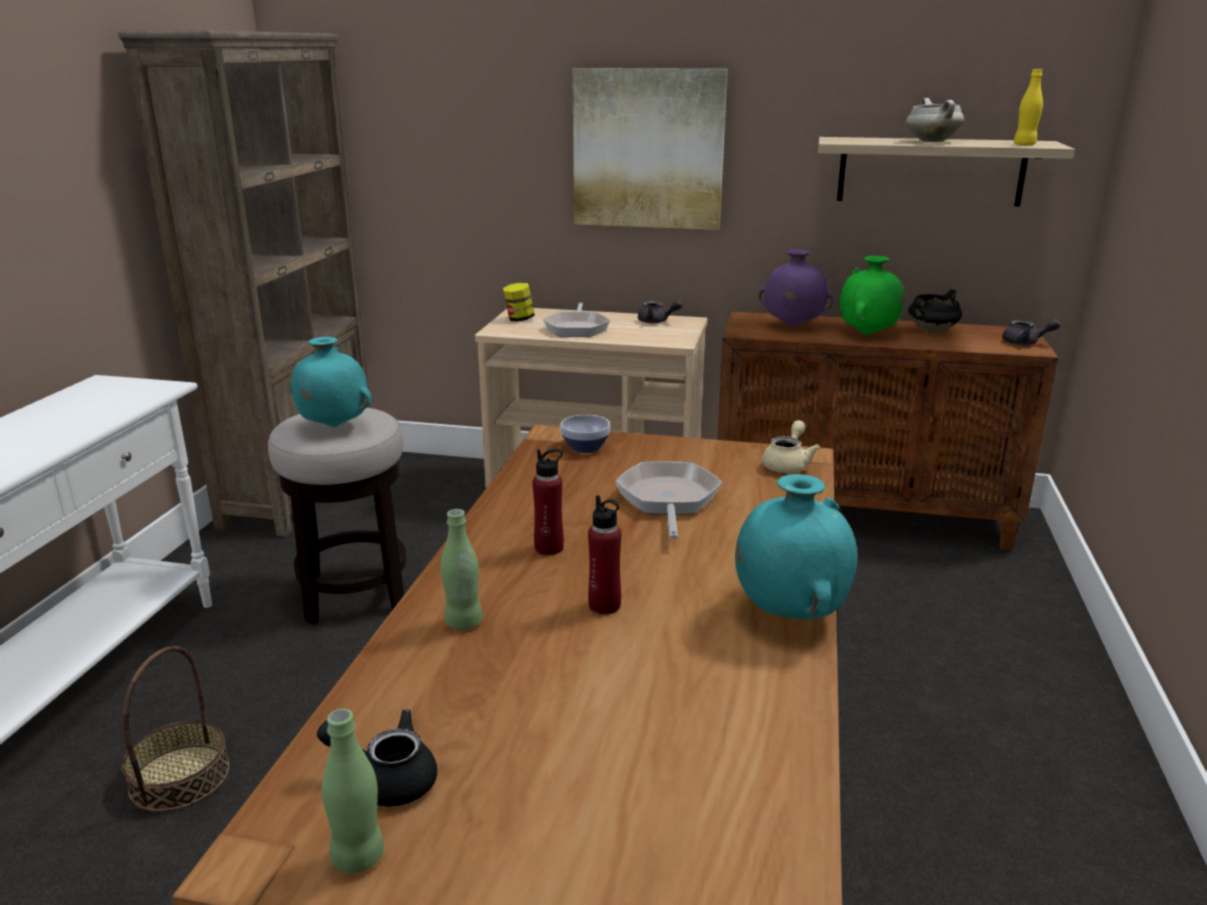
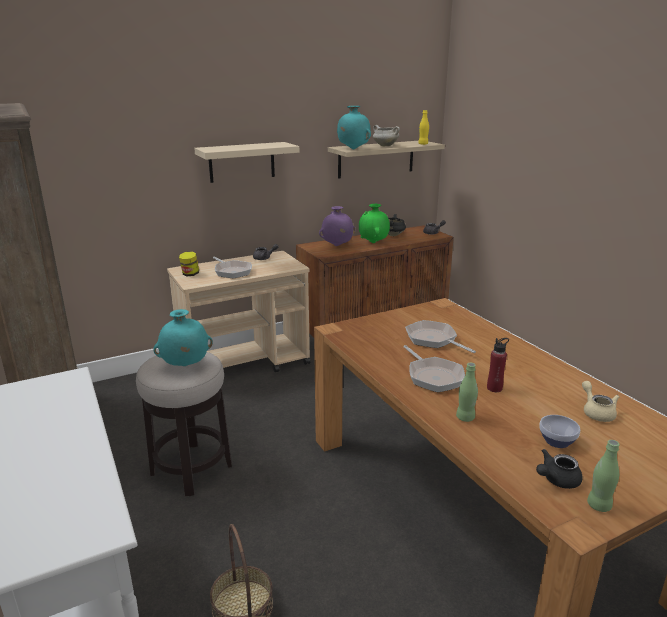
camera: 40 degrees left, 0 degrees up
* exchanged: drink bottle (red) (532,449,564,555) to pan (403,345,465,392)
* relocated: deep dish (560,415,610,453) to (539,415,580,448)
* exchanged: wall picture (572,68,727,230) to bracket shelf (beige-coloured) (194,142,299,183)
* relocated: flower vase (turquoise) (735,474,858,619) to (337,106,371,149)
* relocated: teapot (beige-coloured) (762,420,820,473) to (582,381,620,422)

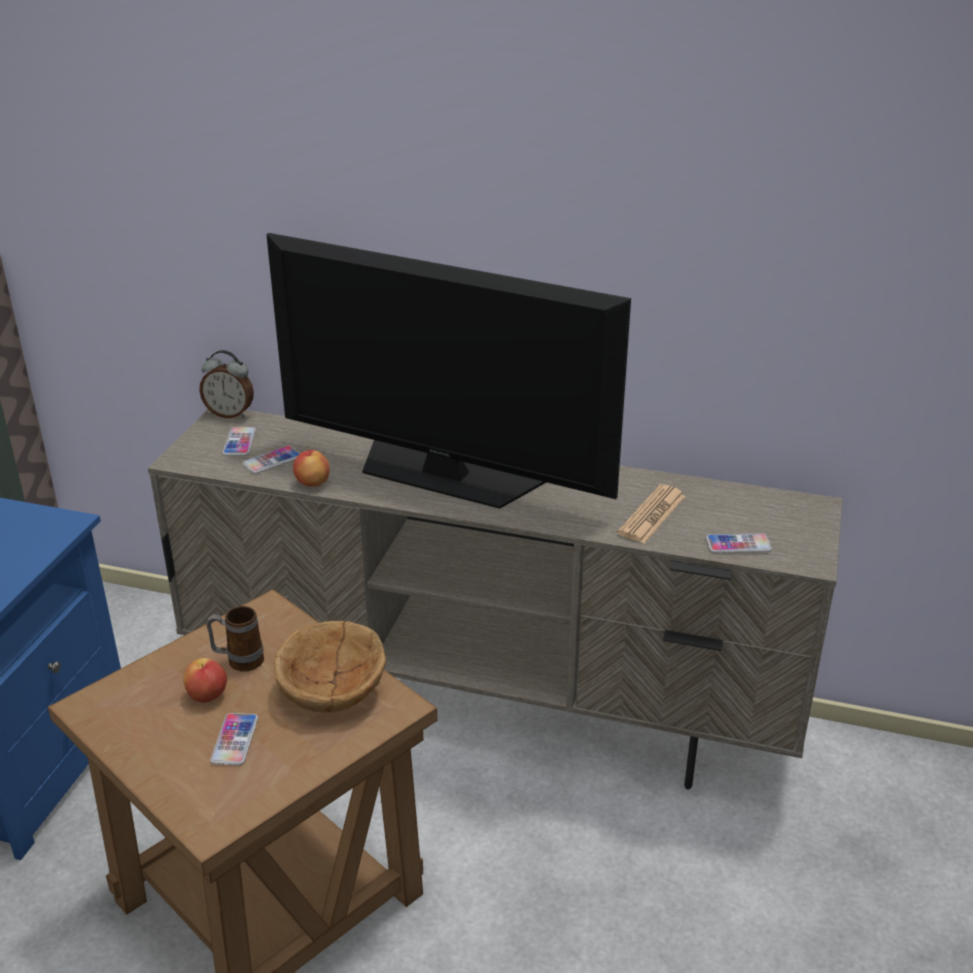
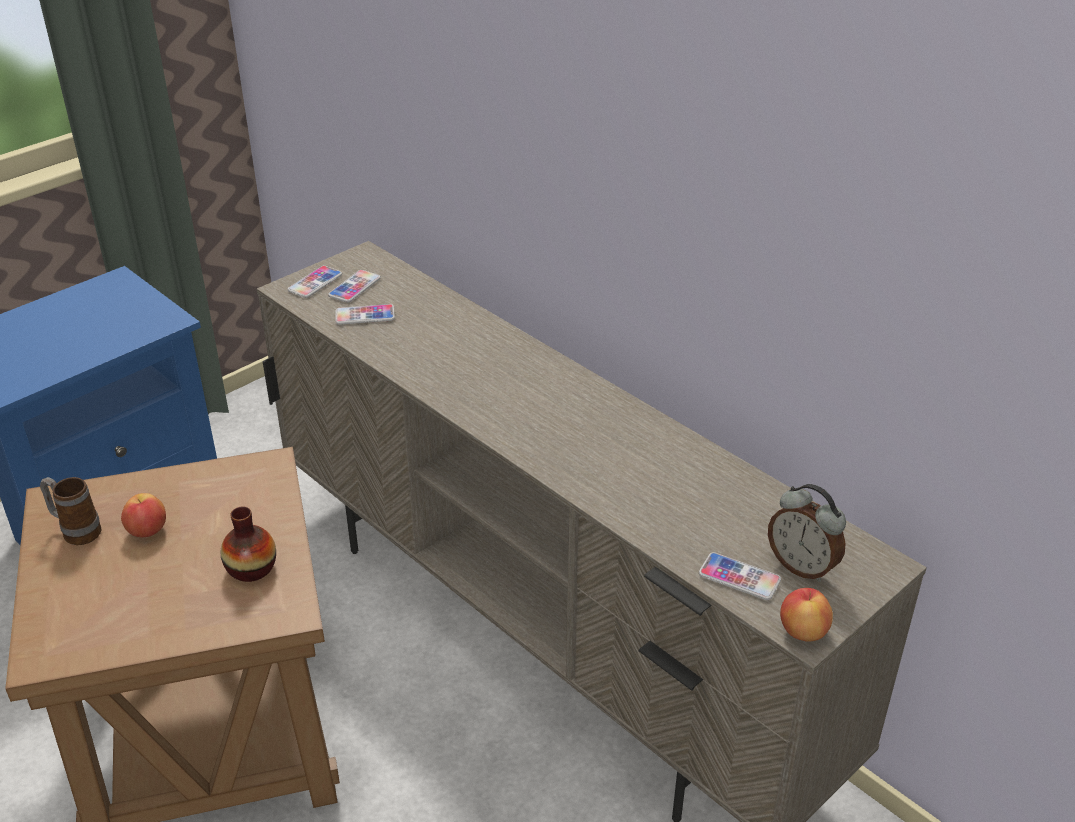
camera: 30 degrees right, 5 degrees up
* relocated: bedside clock (199,350,254,418) to (768,484,846,582)
* relocated: tea mug (206,606,264,672) to (40,477,102,545)
* relocated: handset (210,713,258,765) to (287,266,342,298)
* missing: TV (266,233,631,509)
* exchanged: deep dish (brown) (274,621,386,713) to flower vase (220,507,276,582)
* relocated: apple (293,450,330,487) to (780,588,833,642)
* missing: daily paper (617,485,686,544)

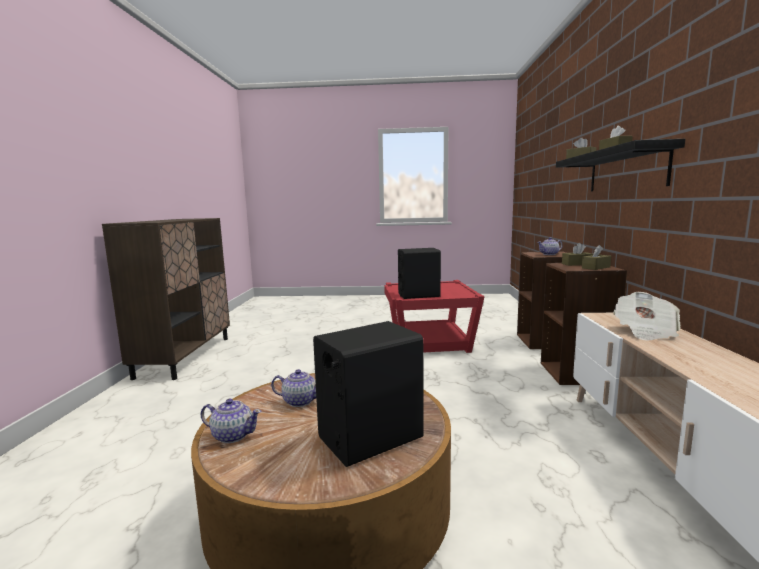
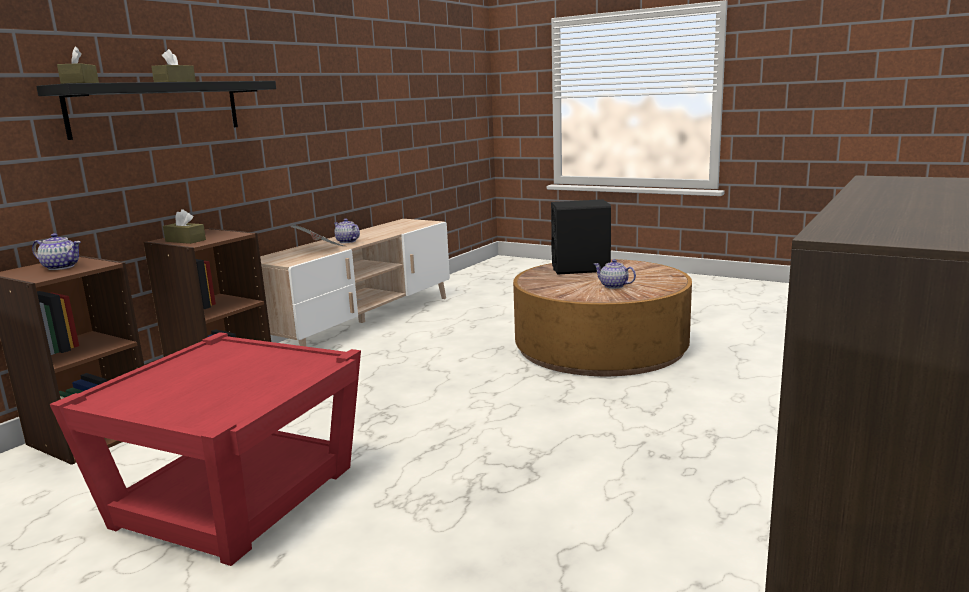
camera: 150 degrees left, 5 degrees up
* relocated: teapot (201,399,261,443) to (334,219,360,243)
* missing: audio speaker (blackish) (398,248,441,299)
* missing: tissue box (brown) (582,245,611,270)

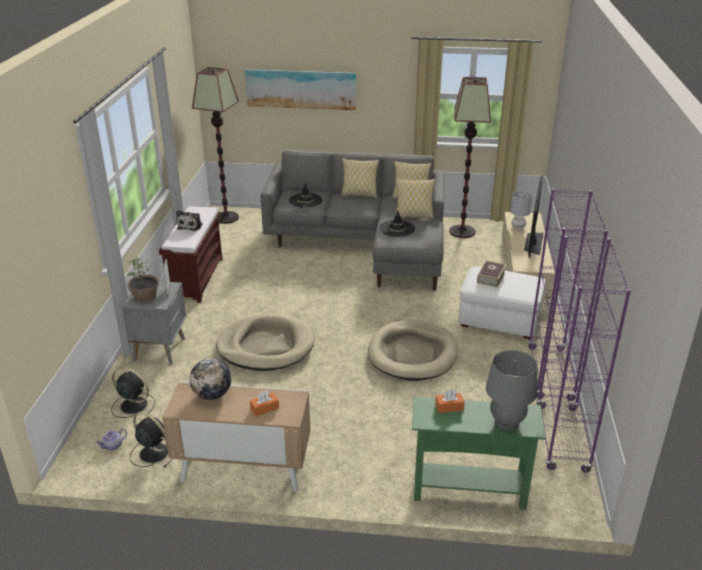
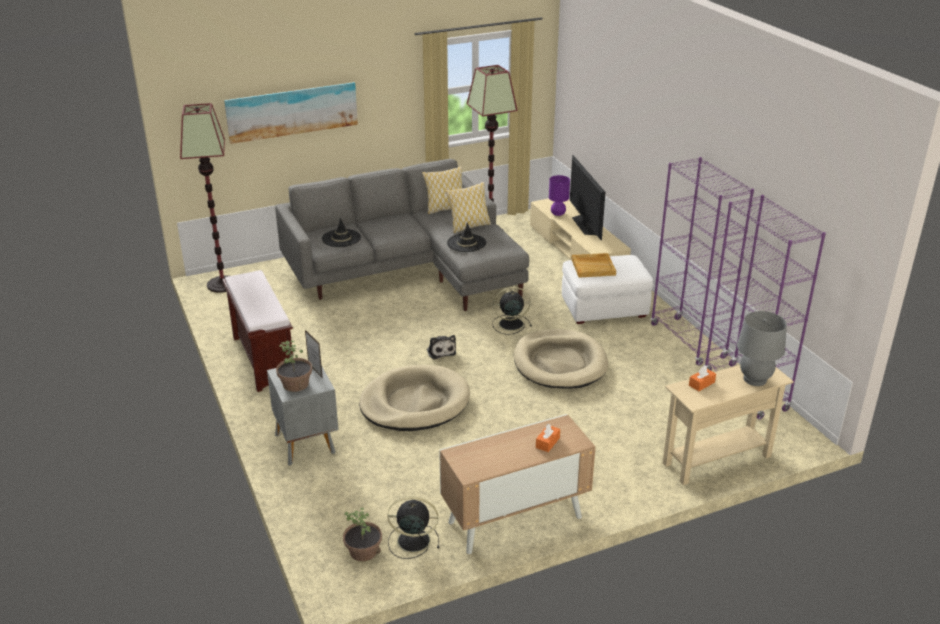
camera: 30 degrees left, 0 degrees up
* exchanged: teapot (96,429,127,450) to houseplant (343,508,382,561)
* relocated: electric fan (blackish) (111,367,155,418) to (492,287,532,335)
* relocated: soft toy (176,210,202,231) to (427,335,456,359)
* missing: world globe (190,358,231,400)
* missing: throw pillow (341,158,379,198)
* colour: narrow table (greenish) (412,397,546,510) to narrow table (beige-coloured) (663,365,794,485)
* exchanged: volume (477,260,506,288) to serving tray (beige-coloured) (571,253,616,278)
* colour: tabletop lamp (greyish) (510,191,532,229) to tabletop lamp (purplish) (549,175,570,216)

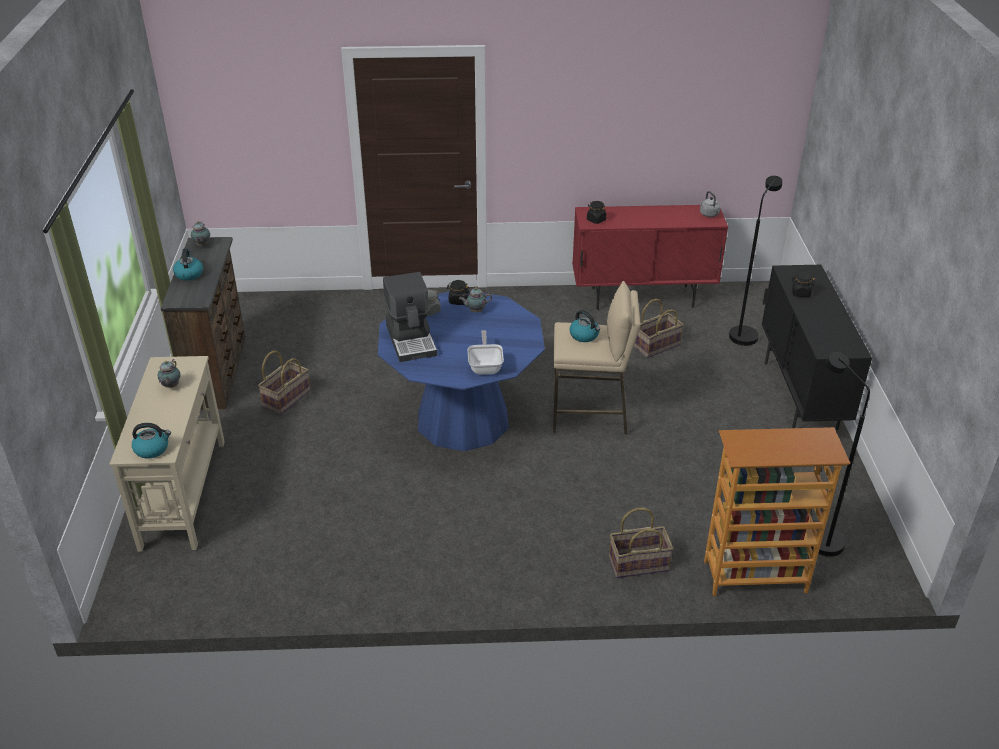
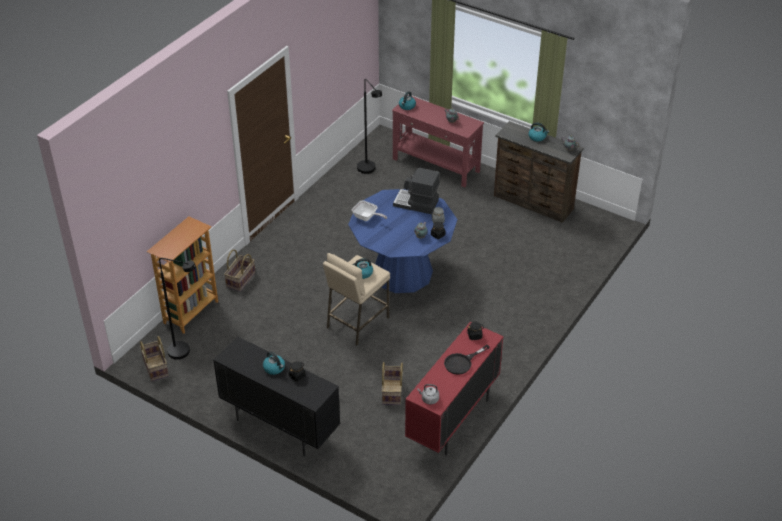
camera: 125 degrees right, 5 degrees up
* colour: narrow table (beige-coloured) (109,356,225,552) to narrow table (red) (392,95,484,187)
* relocated: household basket (258,351,310,415) to (140,336,169,381)
* relocated: standing lamp (blackish) (729,176,782,346) to (357,79,382,174)
* appeared: tea kettle (263,351,285,375)
* appeared: pan (blackish) (444,345,490,375)

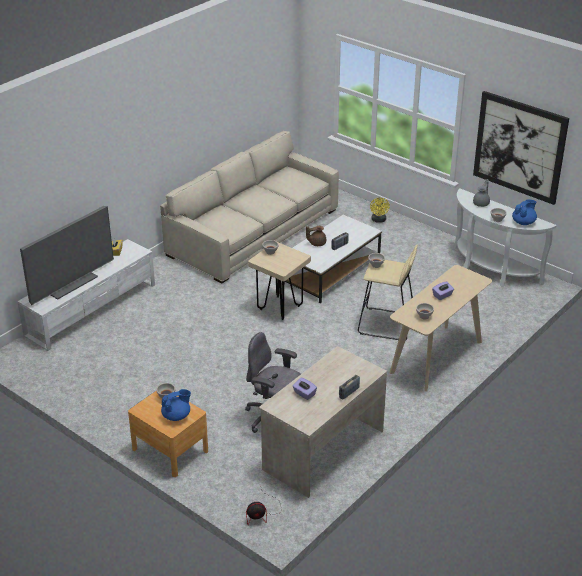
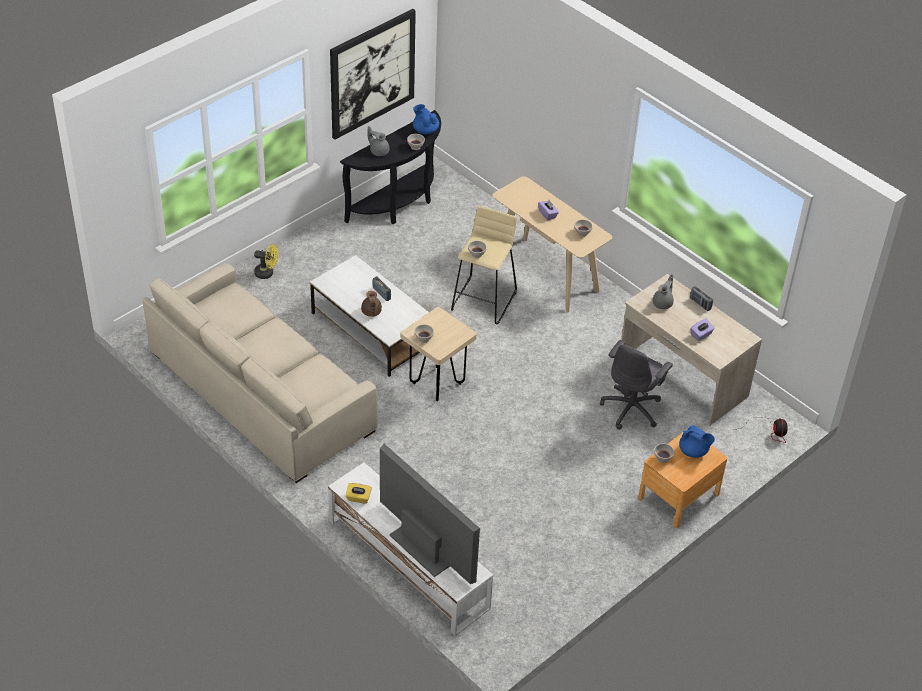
camera: 85 degrees left, 10 degrees up
* spun: teapot (bluish) (161,389,191,421) = (679,425,715,458) 150 degrees clockwise
* colour: narrow table (whitish) (454,188,557,287) to narrow table (blackish) (340,110,441,224)
* appeared: teapot (greyish) (653,274,674,309)

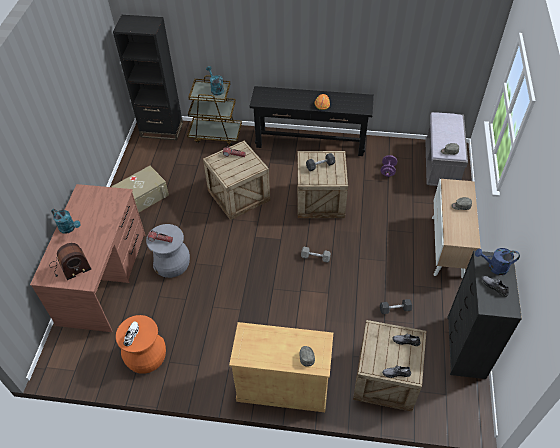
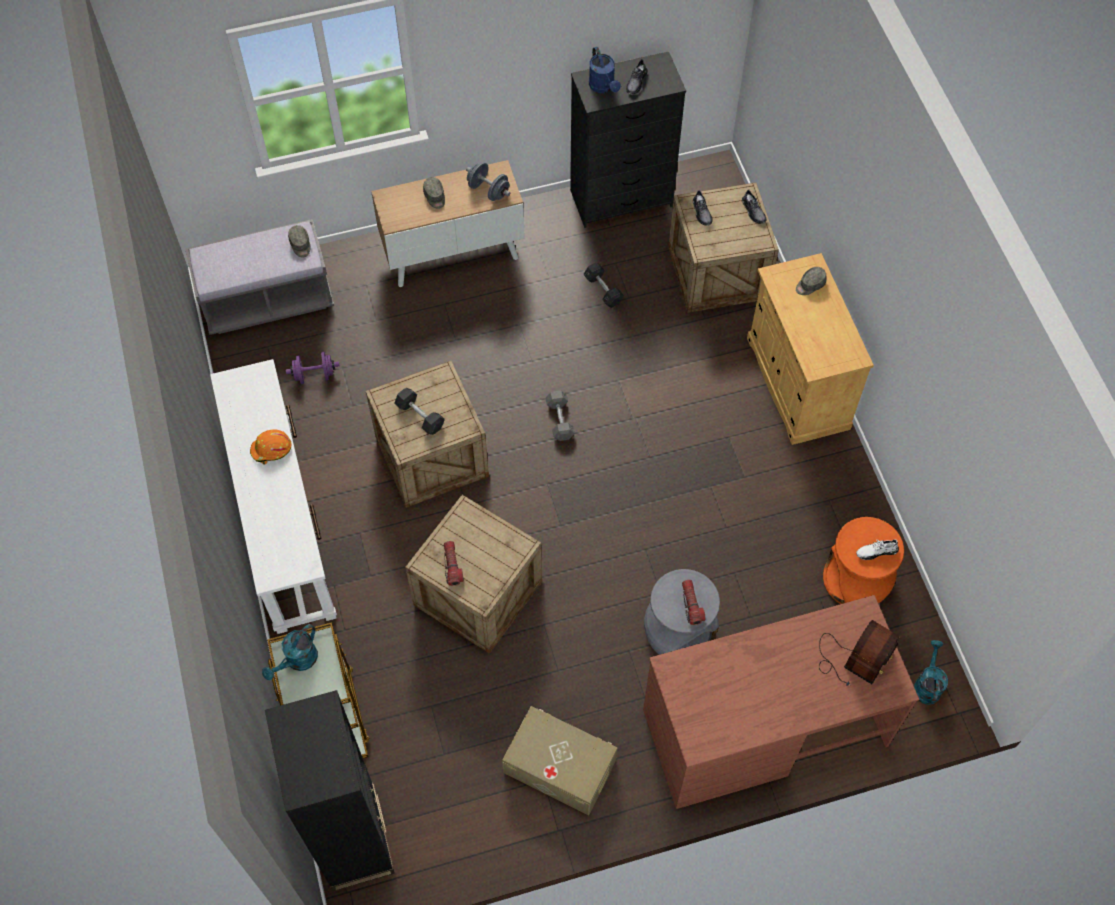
camera: 115 degrees left, 10 degrees up
* spun: radio set (49,243,91,280) = (819,620,900,686) 90 degrees clockwise
* relocated: watering can (turquoise) (51,209,81,234) to (914,640,948,705)
* colour: narrow table (blackish) (250,86,374,156) to narrow table (whitish) (210,359,337,634)
* appeared: dumbbell (greyish) (466,162,510,201)

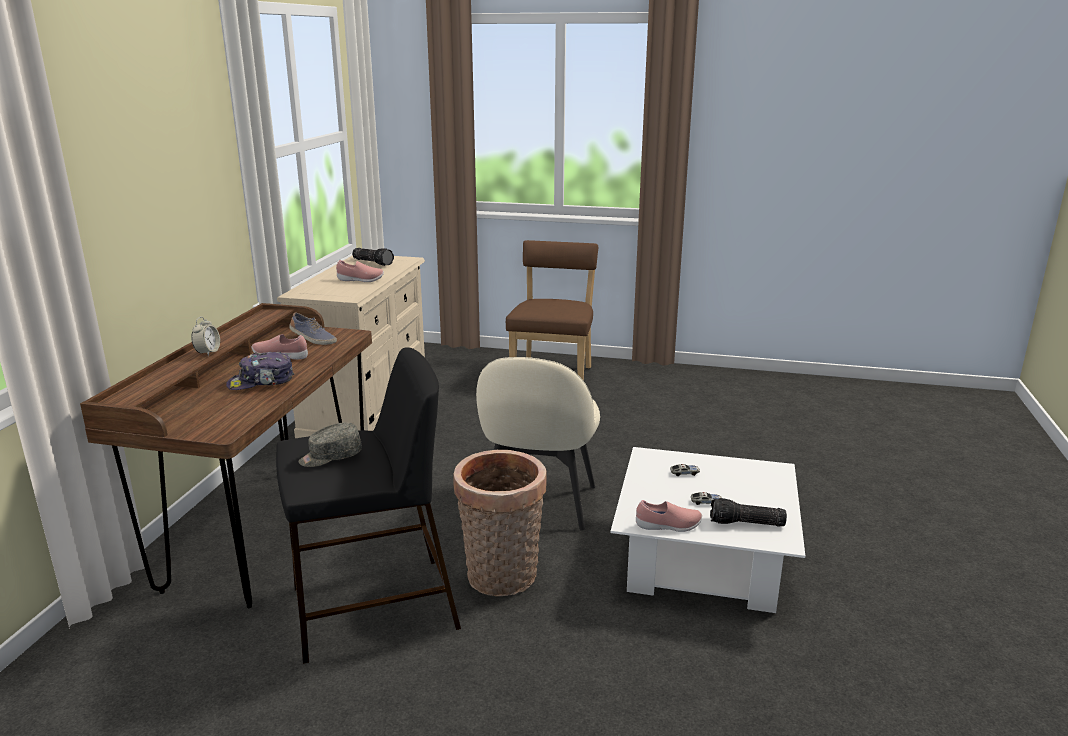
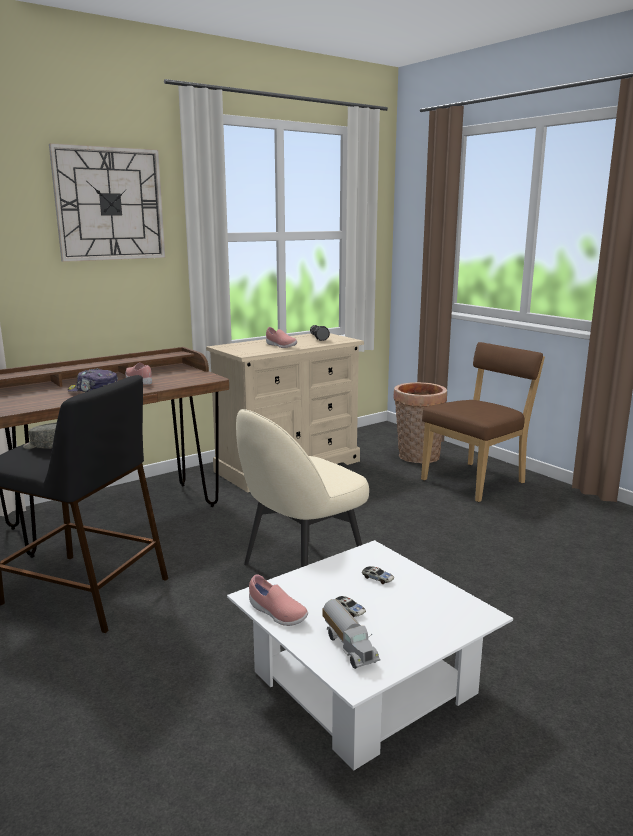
camera: 40 degrees right, 5 degrees down
* missing: bedside clock (191,317,220,356)
* missing: low shoe (289,312,337,345)
* relocated: household basket (453,450,546,596) to (393,382,447,463)
* exchanged: hand torch (710,498,787,526) to toy truck (323,599,380,669)
* appeared: clock on the wall (49,143,165,262)

